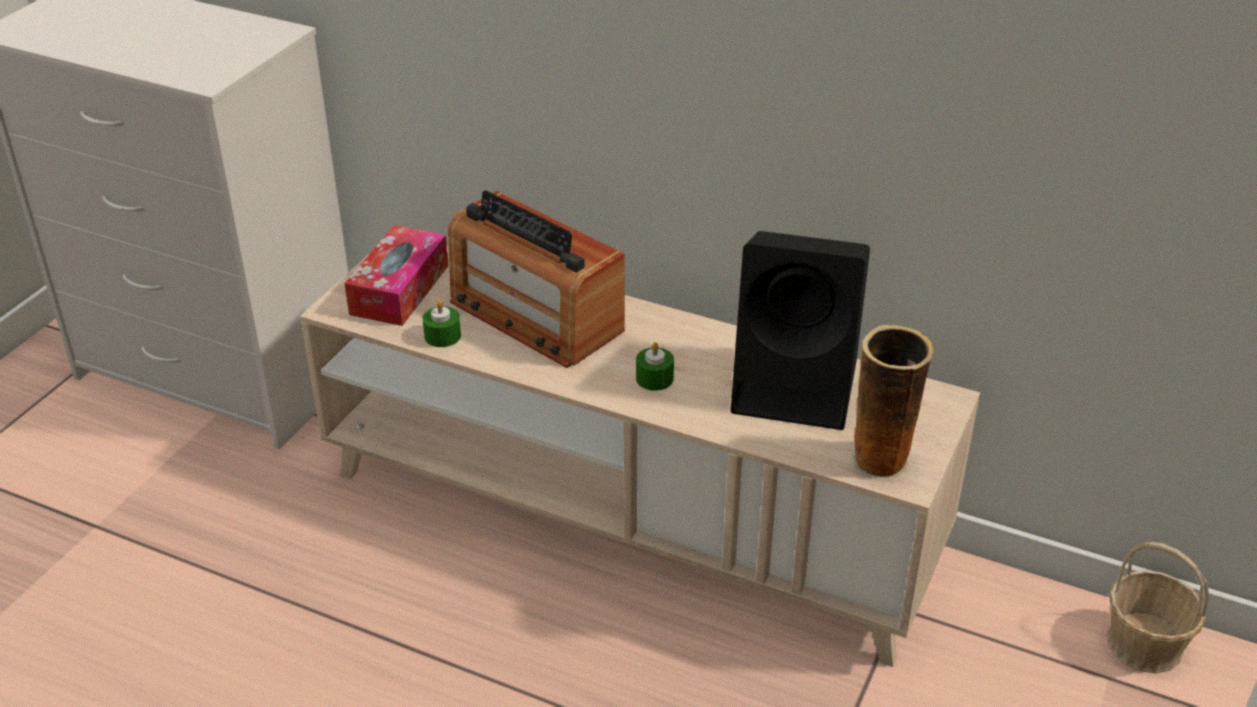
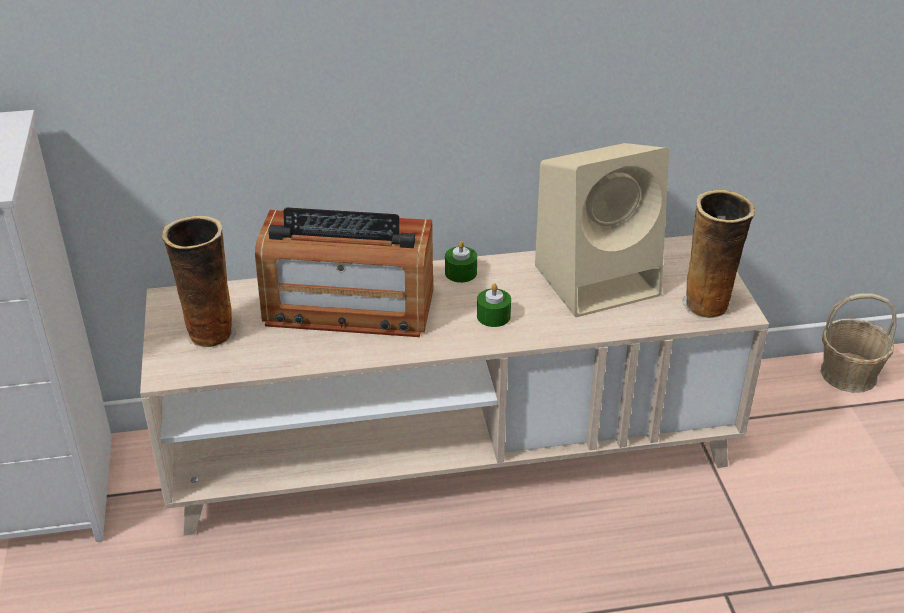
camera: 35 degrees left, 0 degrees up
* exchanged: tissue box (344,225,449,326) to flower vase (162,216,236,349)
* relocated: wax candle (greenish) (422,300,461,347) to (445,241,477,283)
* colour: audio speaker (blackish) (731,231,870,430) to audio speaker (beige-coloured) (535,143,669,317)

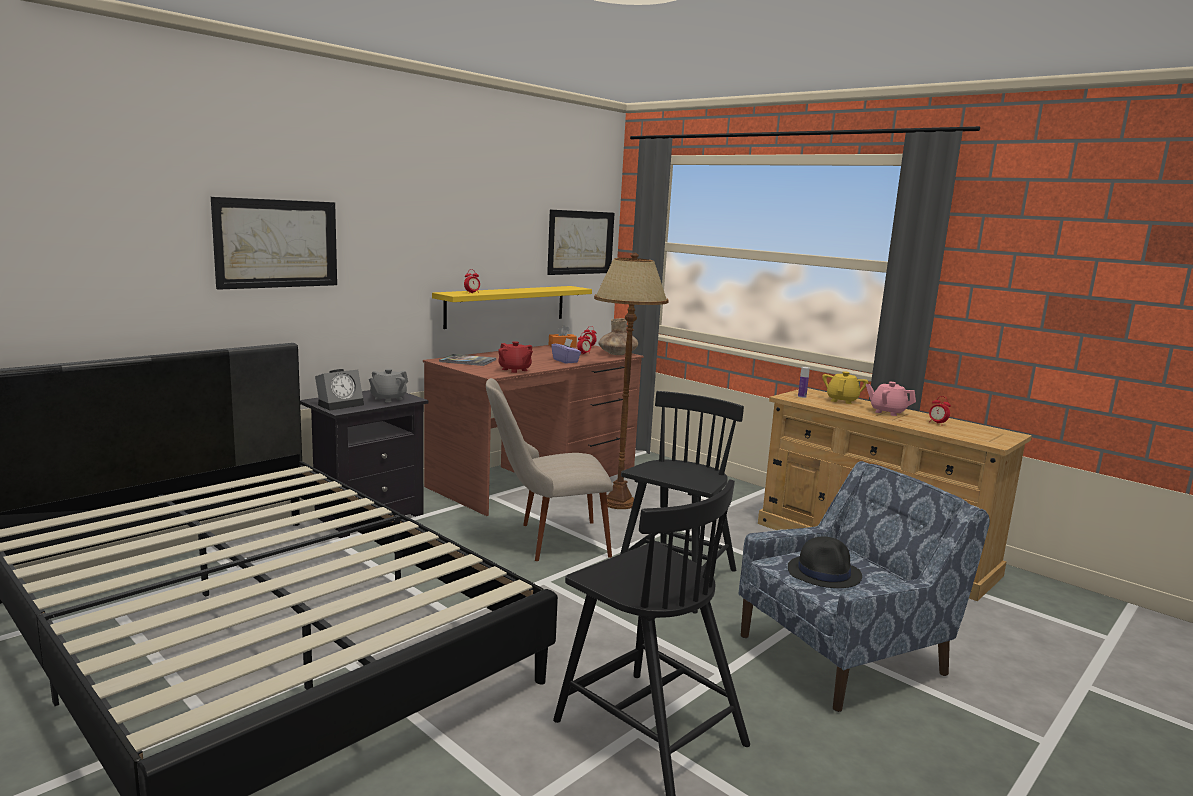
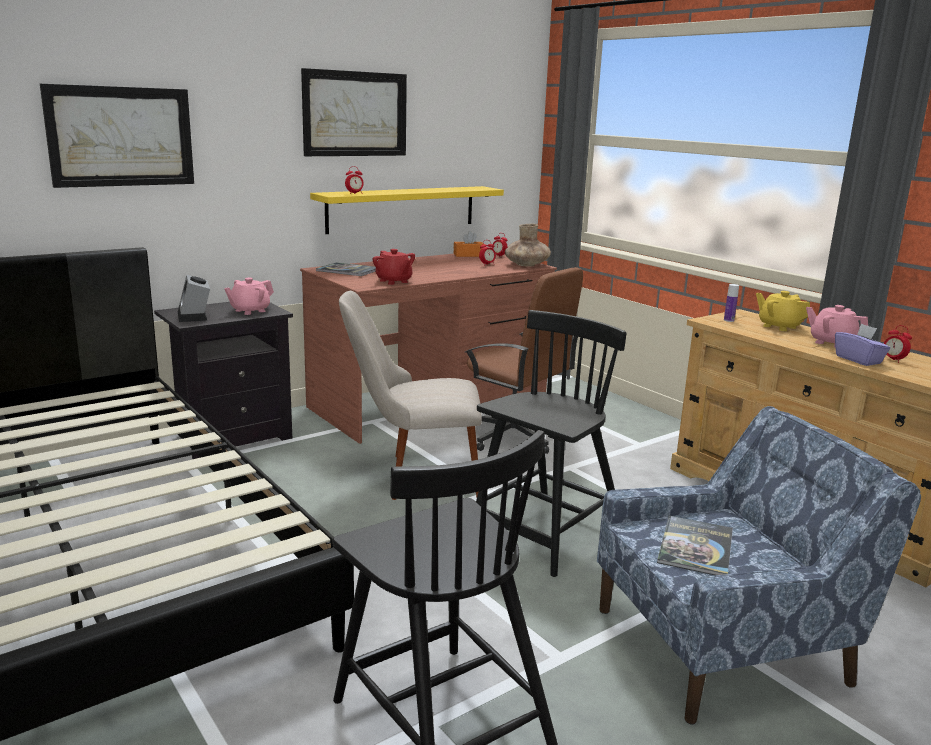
camera: 10 degrees right, 5 degrees up
* spun: bedside clock (315,369,364,410) = (178,275,210,322) 105 degrees clockwise
* colour: teapot (greyish) (369,369,408,402) to teapot (pink) (224,278,274,315)
* relocated: wall picture (547,210,614,275) to (301,68,407,156)
* relocated: tissue box (purplish) (551,338,581,364) to (835,323,890,366)
* exchanged: standing lamp (brown) (594,253,669,509) to office chair (brown) (465,267,583,454)
* exchanged: wearable hat (blackish) (788,536,862,588) to volume (657,516,733,575)
* spun: teapot (yellow) (822,371,868,404) = (756,291,810,331) 75 degrees counterclockwise

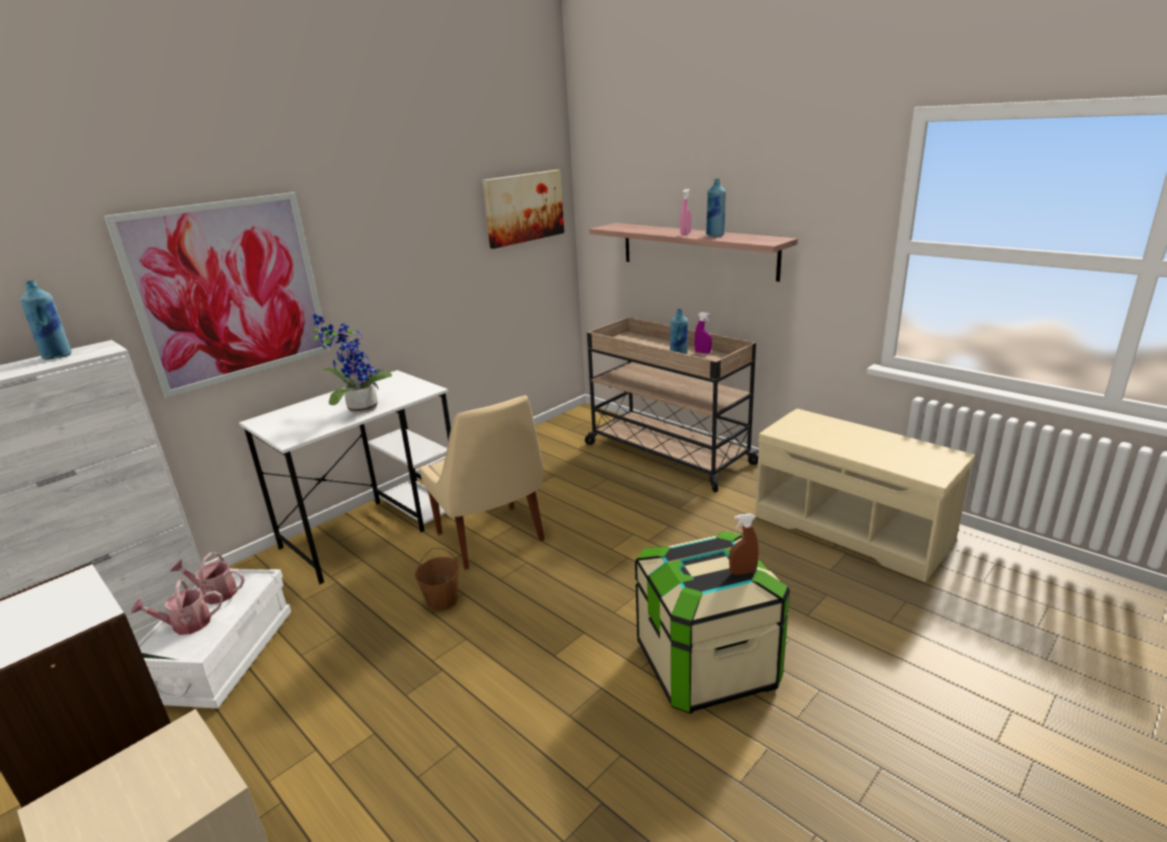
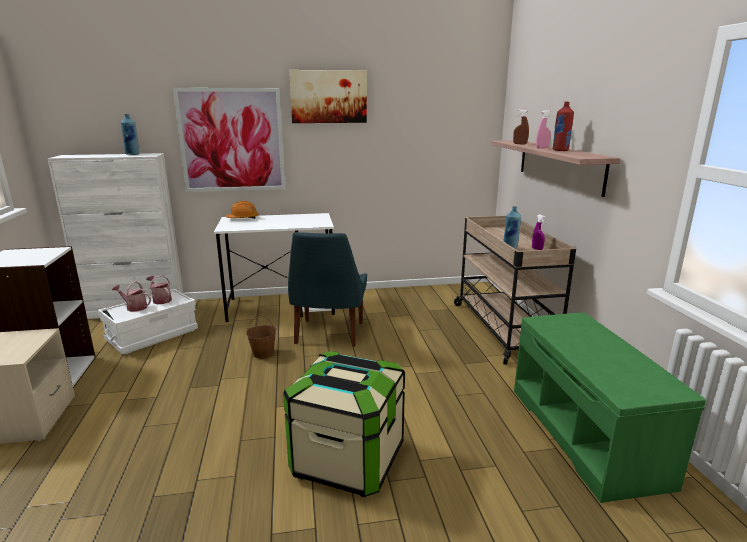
camera: 35 degrees right, 5 degrees down
* missing: houseplant (313,314,392,414)
* colour: plain chair (beige-coloured) (419,395,545,570) to plain chair (bluish) (288,232,367,347)
* relocated: wall picture (482,170,564,249) to (289,70,367,123)
* colour: drink bottle (bluish) (706,179,726,237) to drink bottle (red) (552,102,574,151)
* relocated: spray bottle (brown) (729,513,759,575) to (513,109,529,145)
* colour: indoor bench (beige-coloured) (755,409,975,582) to indoor bench (greenish) (514,313,706,503)
* appeared: safety helmet (orange-coloured) (226,201,259,219)

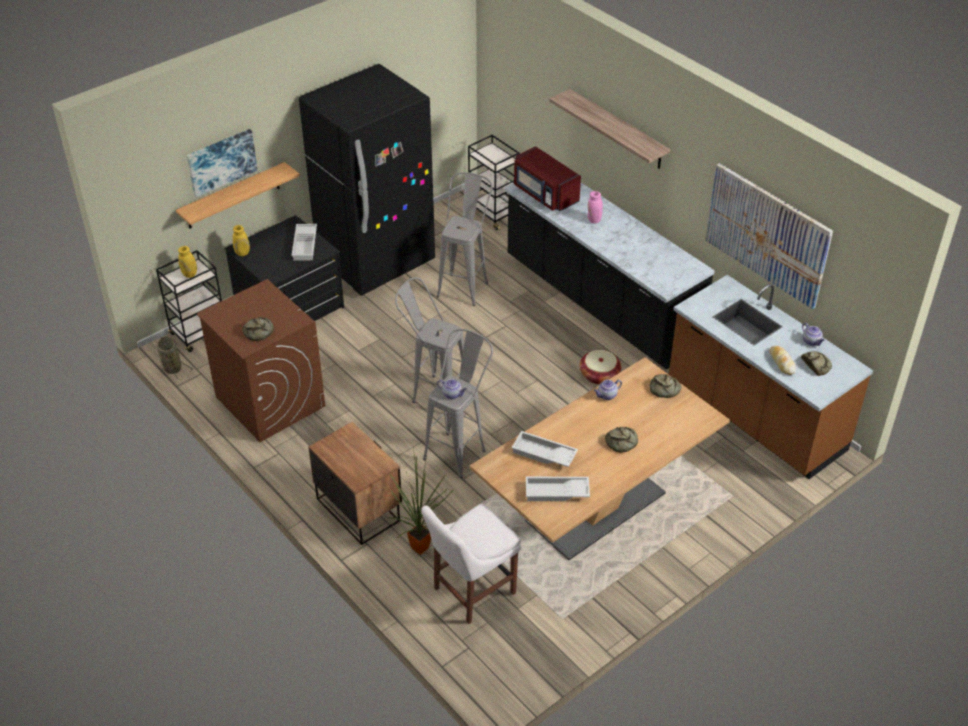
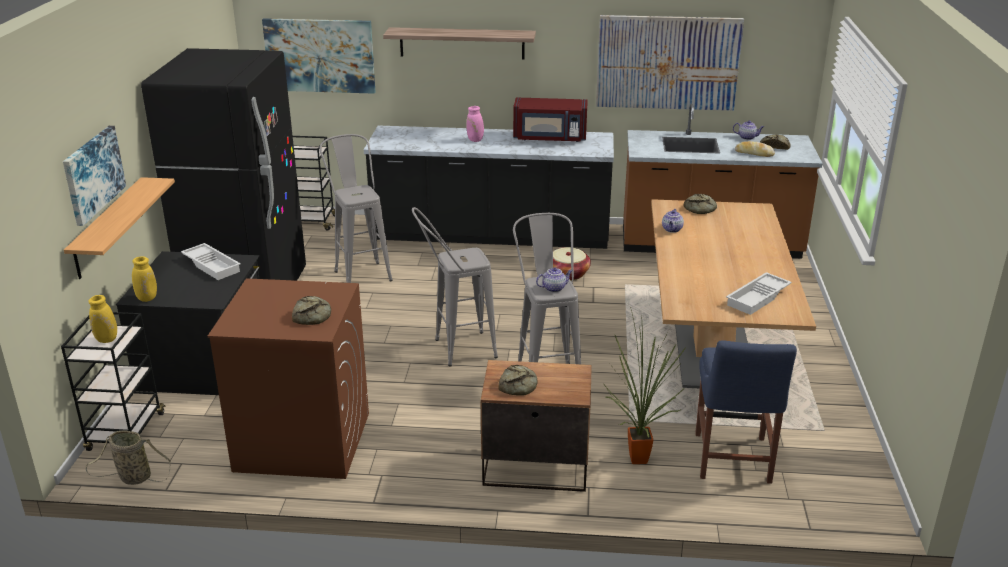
camera: 45 degrees left, 15 degrees down
* colour: plain chair (whitish) (421,503,521,624) to plain chair (bluish) (695,340,797,484)
* missing: serving tray (whitish) (512,431,578,467)
* relocated: kitchen microwave (red) (514,146,581,211) to (513,97,588,142)
* relocated: bread (605,427,638,453) to (498,365,538,396)
* appeared: wall picture (262,18,375,94)

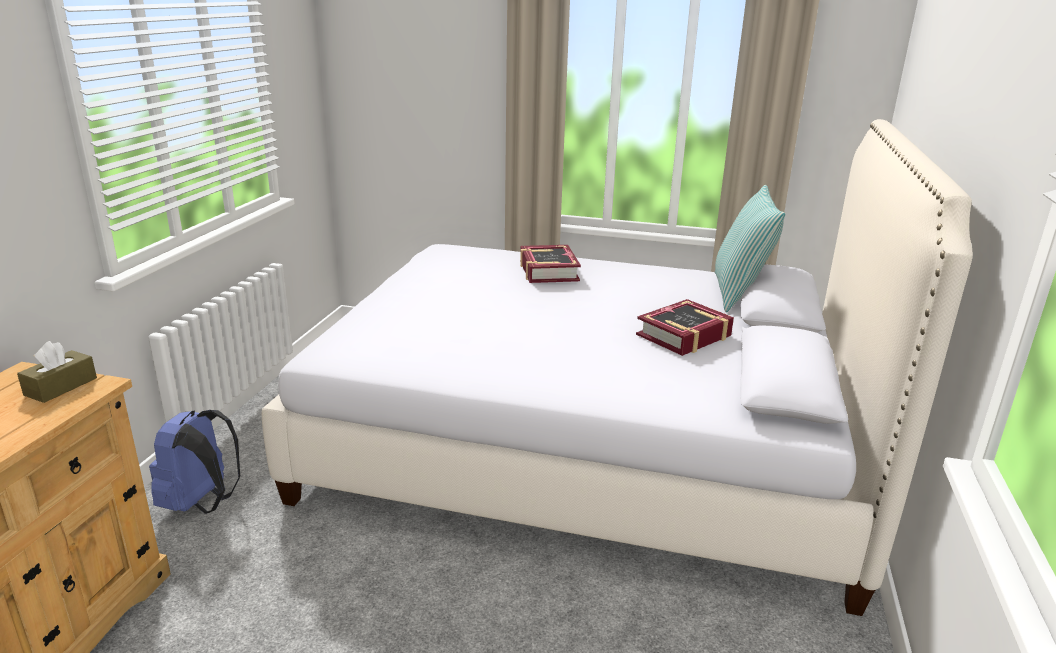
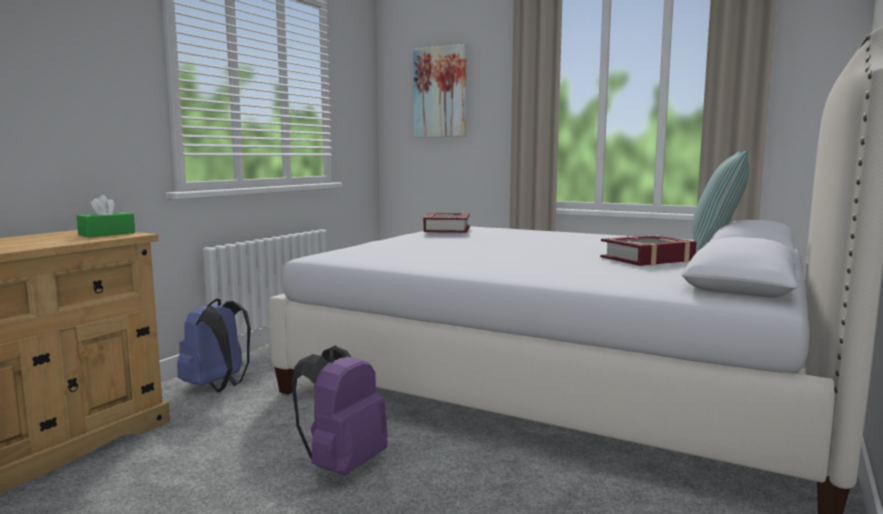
camera: 15 degrees right, 15 degrees down
* colour: tissue box (brown) (17,341,97,403) to tissue box (greenish) (76,195,135,237)
* relocated: volume (520,245,581,283) to (423,213,470,233)
* appeared: knapsack (purplish) (291,346,388,475)
* appeared: wall picture (413,44,467,138)

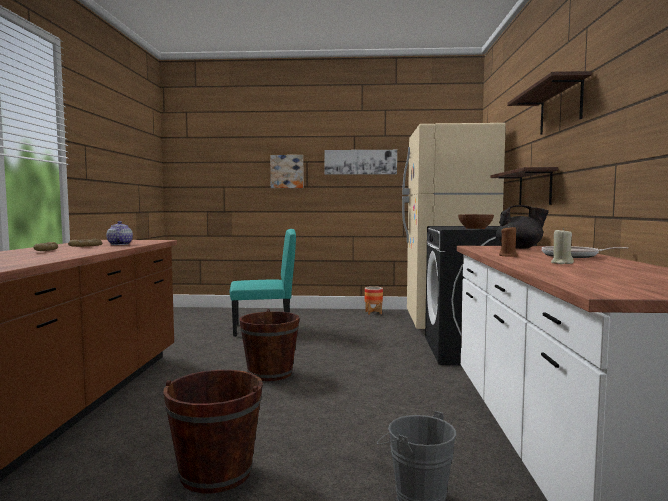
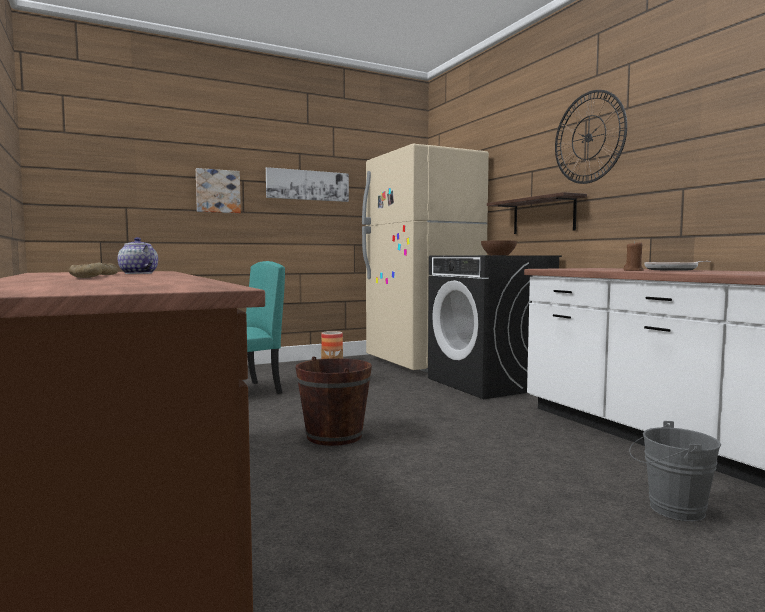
camera: 30 degrees left, 0 degrees up
* missing: pail (brown) (163,370,263,493)
* missing: teapot (blackish) (496,205,549,249)
* exchanged: bracket shelf (507,71,592,135) to clock on the wall (555,90,627,184)
* missing: wax candle (beige-coloured) (551,228,574,264)

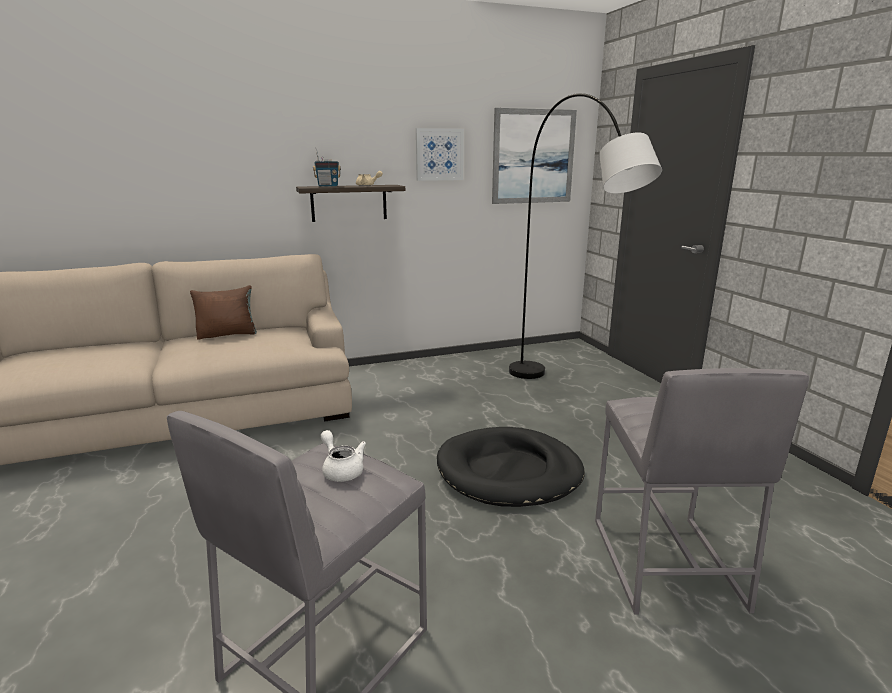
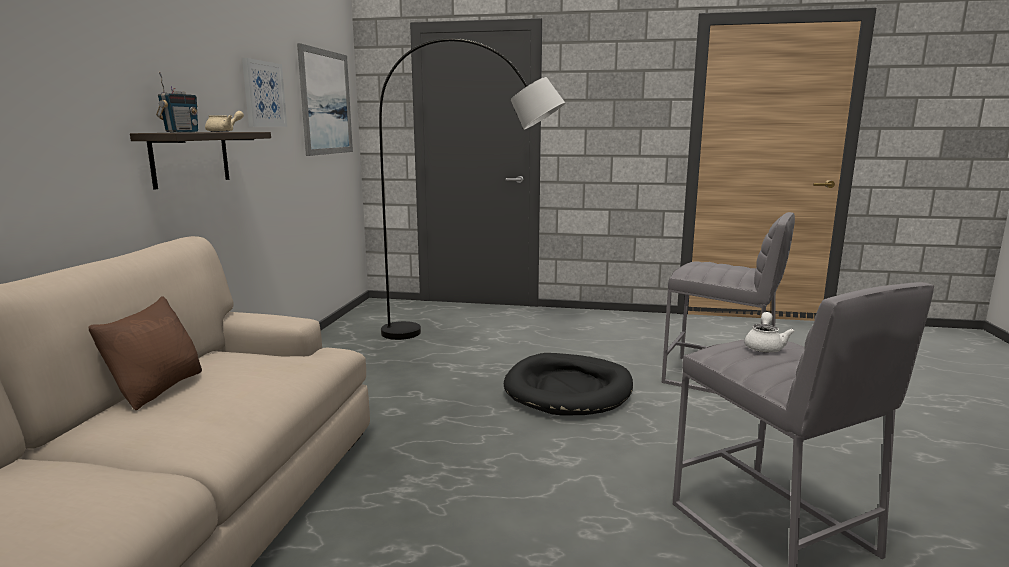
camera: 60 degrees left, 5 degrees down
* spun: teapot (whitish) (321,430,366,482) = (744,312,795,352) 120 degrees clockwise

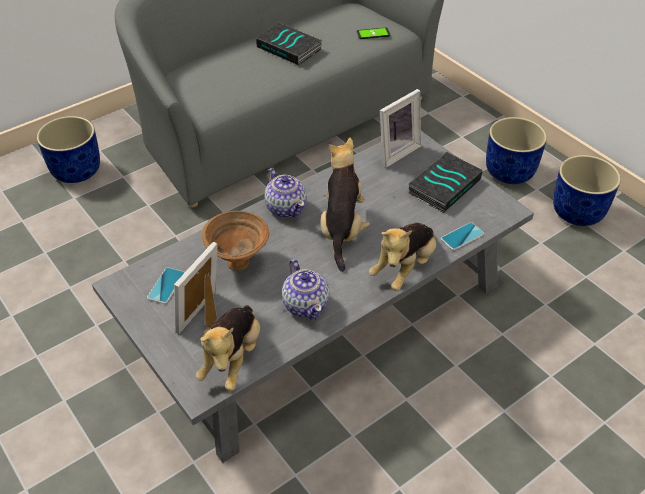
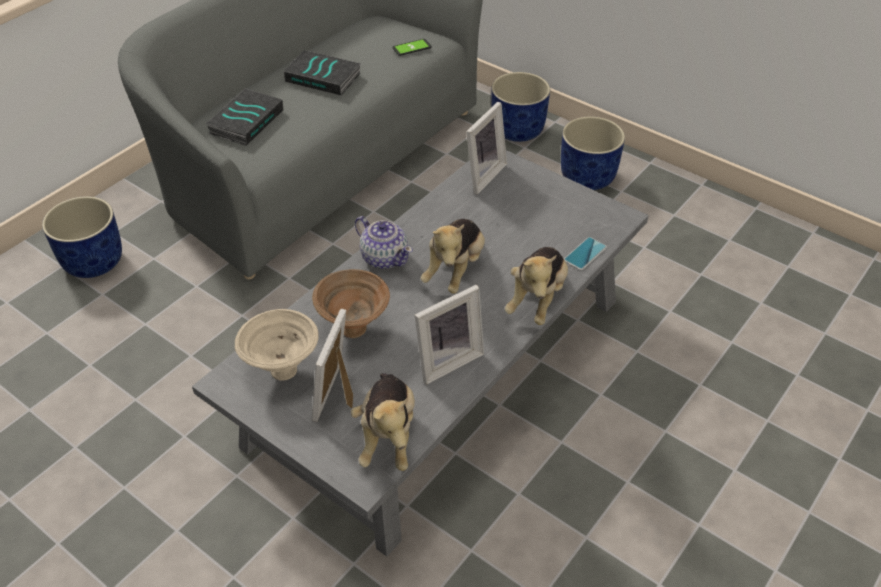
camera: 15 degrees left, 0 degrees up
* exchanged: handset (147,267,185,304) to deep dish (beige-coloured) (235,309,318,381)
* exchanged: teapot (282,259,329,320) to picture frame (415,285,484,385)
* spun: soft toy (321,138,370,272) = (421,219,485,294) 150 degrees counterclockwise
* relocated: volume (408,152,483,213) to (206,88,283,146)
* relocated: plant pot (bluish) (553,155,621,226) to (491,72,550,142)

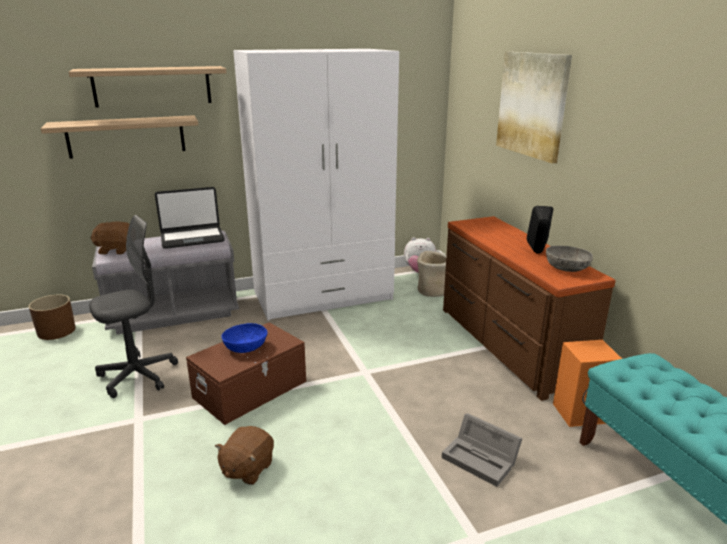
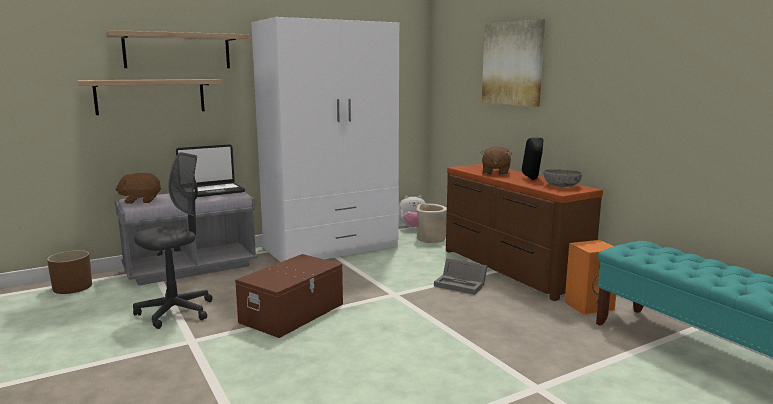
camera: 10 degrees left, 10 degrees down
* relocated: soft toy (brown) (215,426,274,485) to (481,146,512,175)
* missing: deep dish (bluish) (222,323,267,353)
* relocated: storage bin (greyish) (442,413,522,487) to (434,258,488,295)

